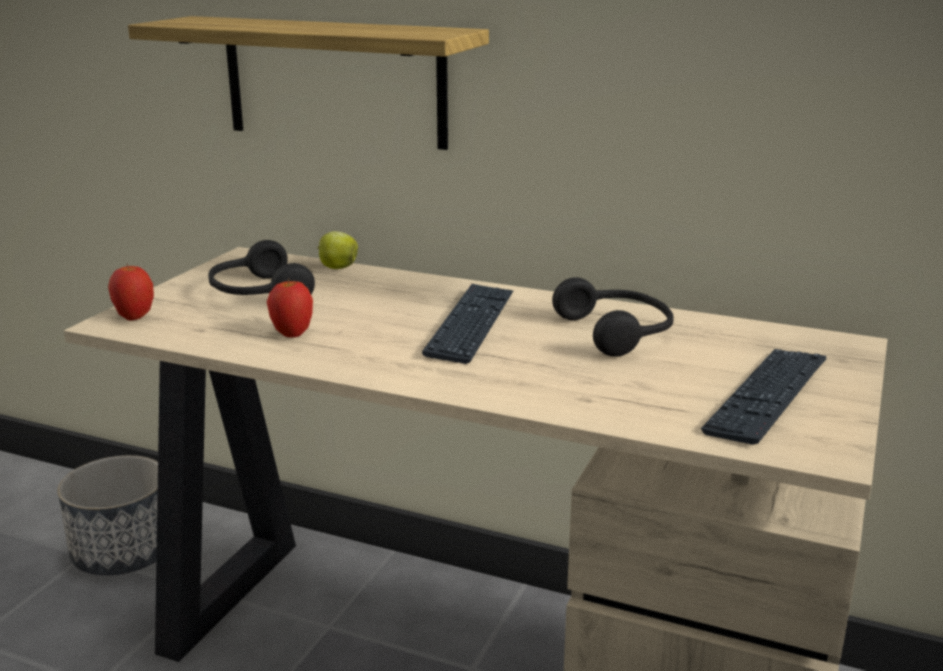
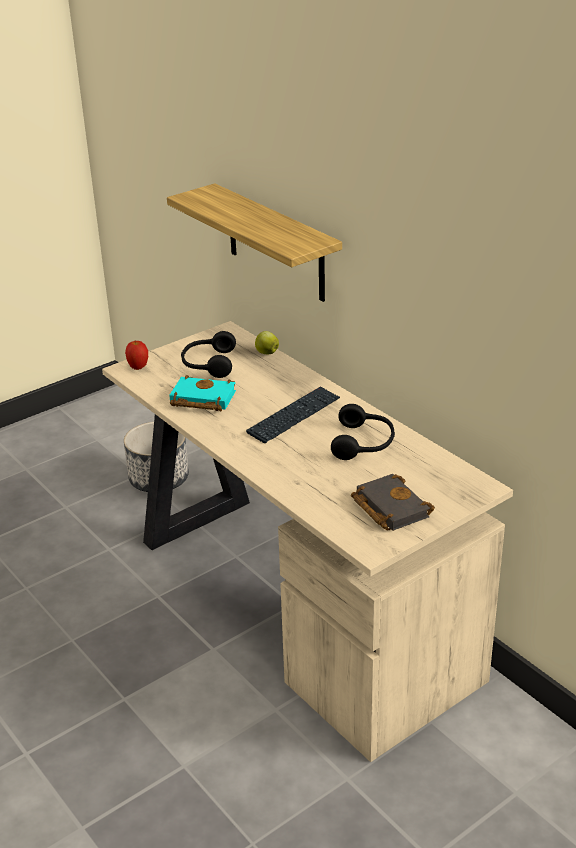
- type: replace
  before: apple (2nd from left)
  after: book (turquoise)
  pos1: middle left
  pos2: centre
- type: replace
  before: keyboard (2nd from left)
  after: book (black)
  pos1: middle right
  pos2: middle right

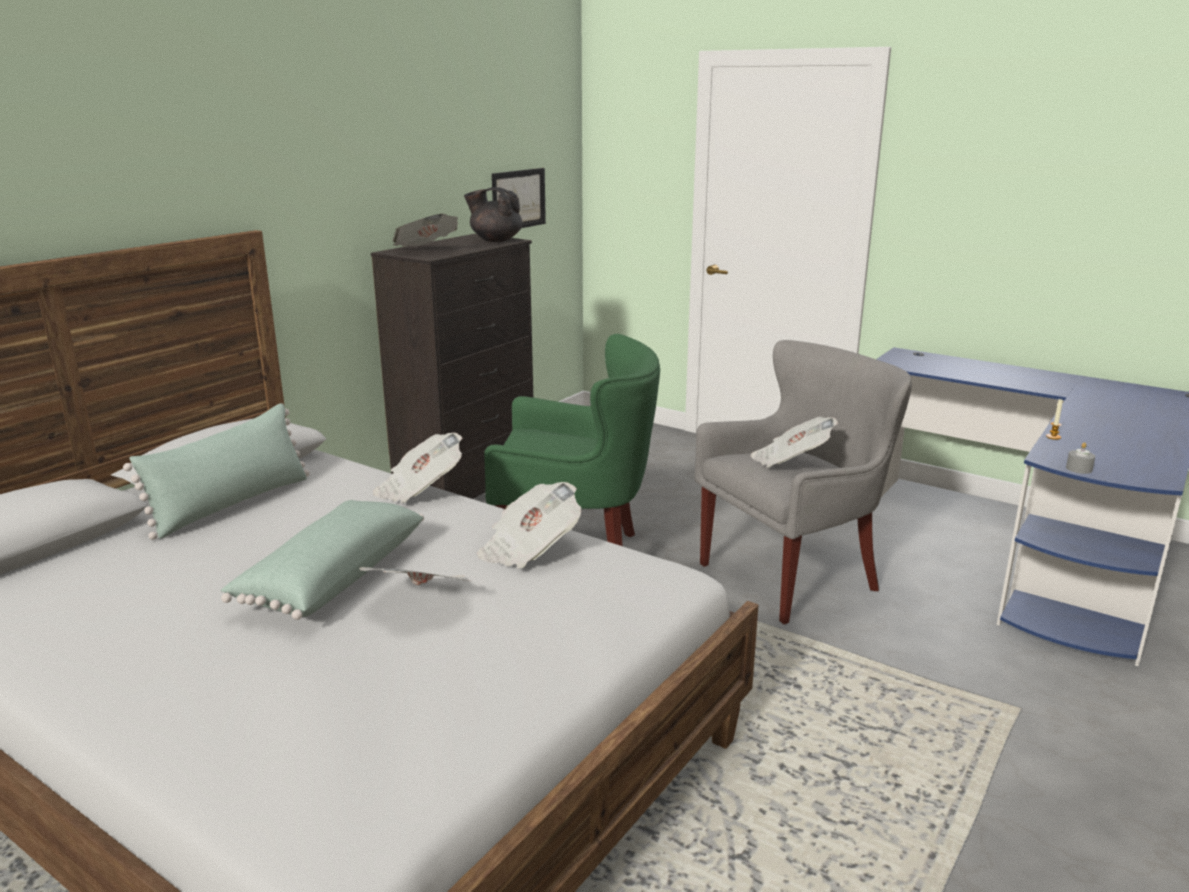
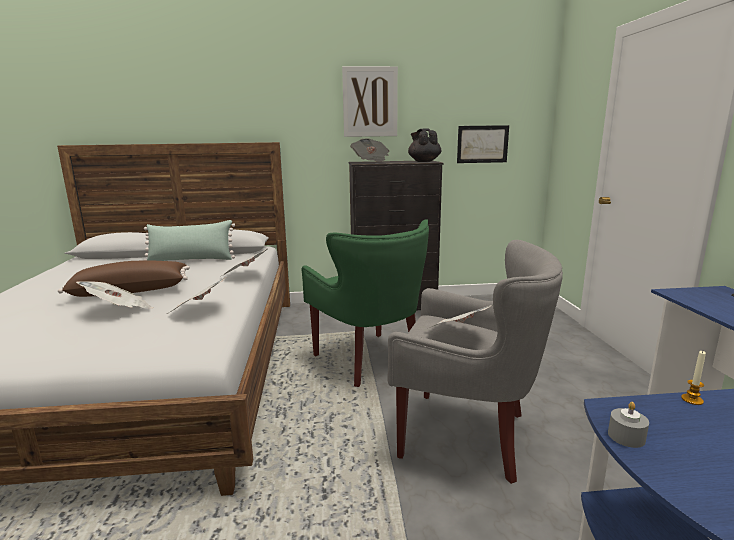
- type: insert
  after: picture (1st from left)
  pos2: top centre
- type: recolor
  before: pillow (green) (2nd from left)
  after: pillow (brown)
  pos1: middle left
  pos2: middle left

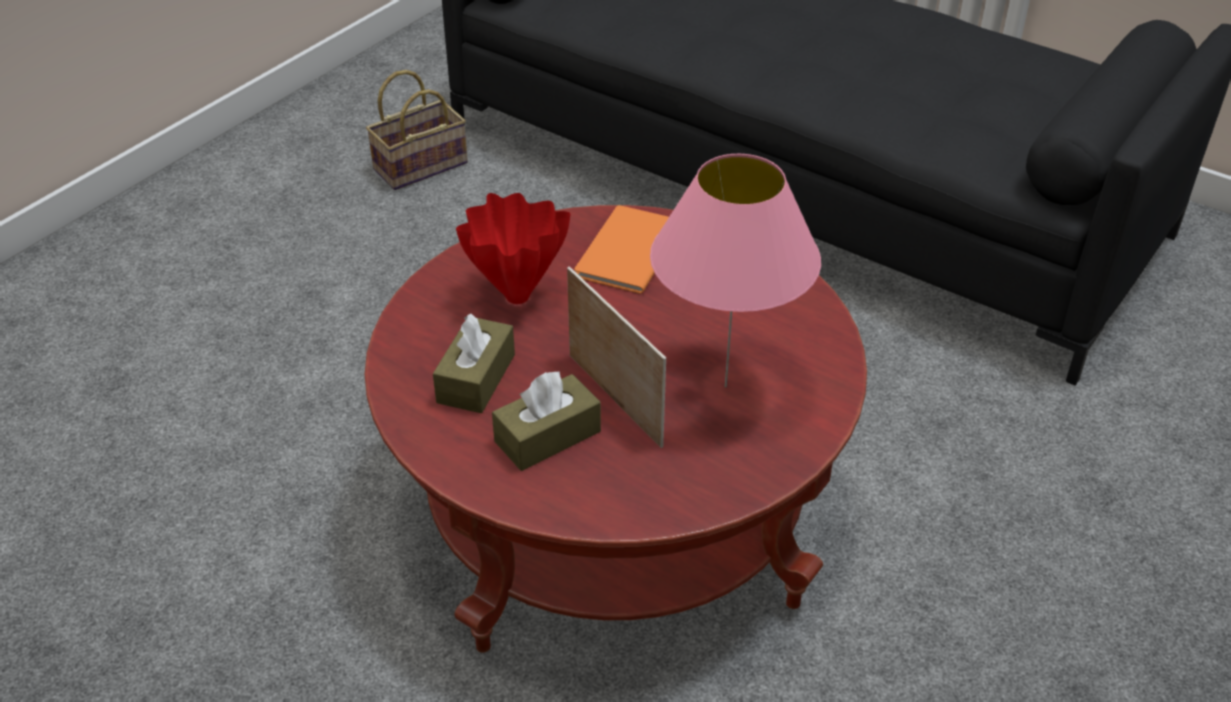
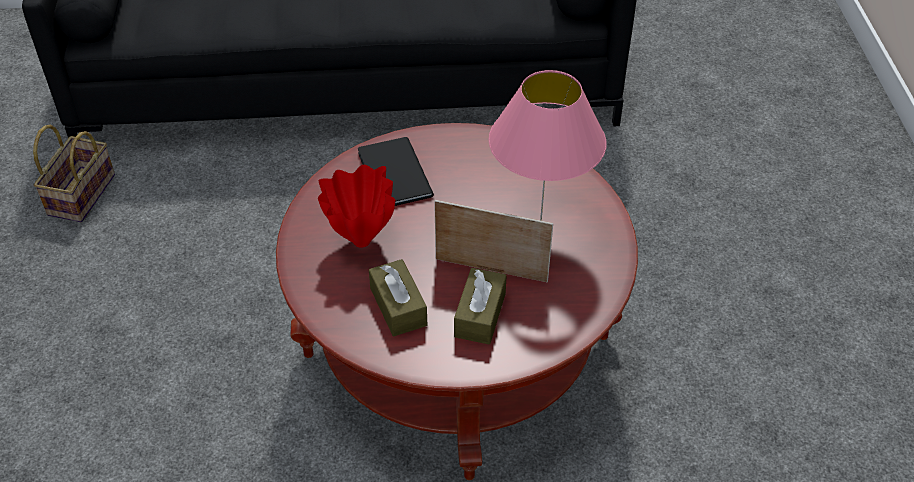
- type: recolor
  before: book (orange)
  after: book (black)
  pos1: centre
  pos2: centre

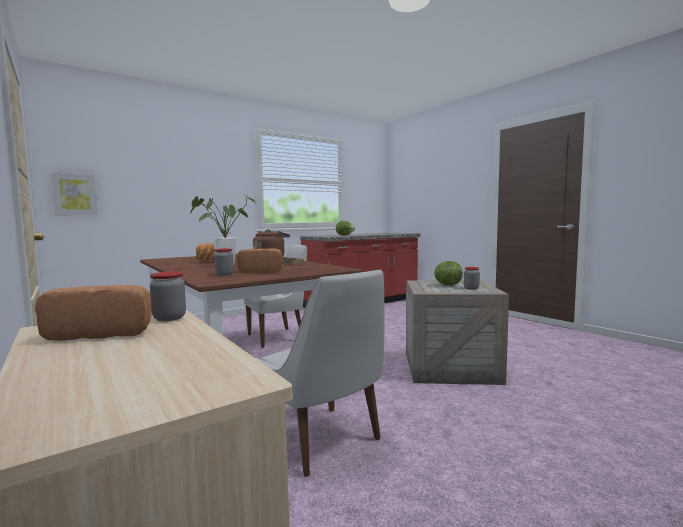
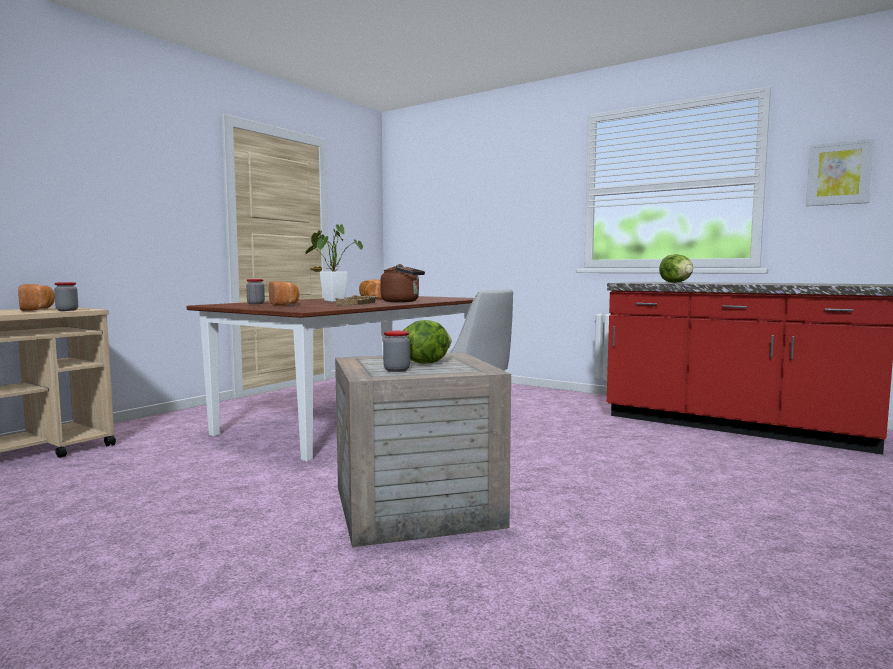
- type: delete
  before: chair (white) (2nd from left)
  pos1: bottom centre
- type: move
  before: picture
  pos1: middle left
  pos2: top right

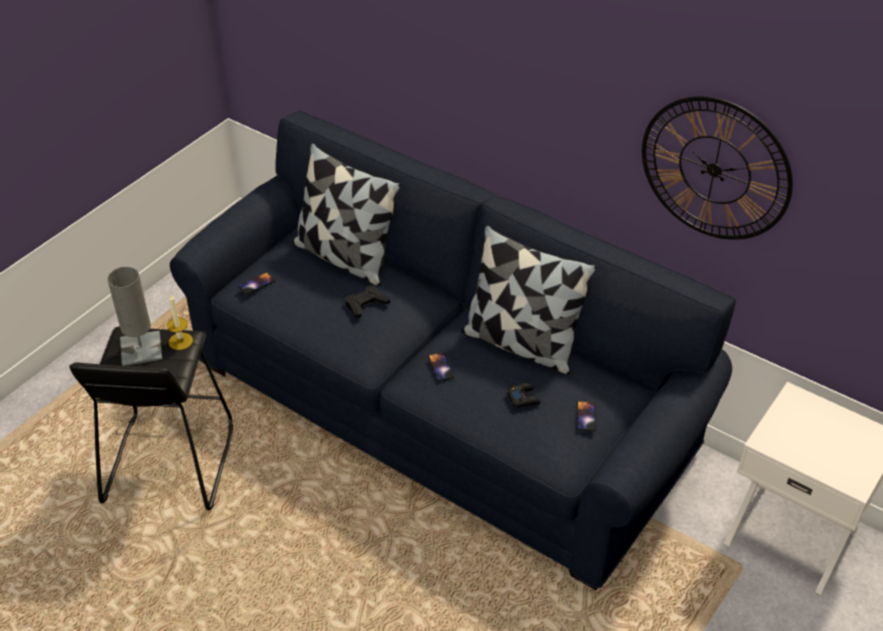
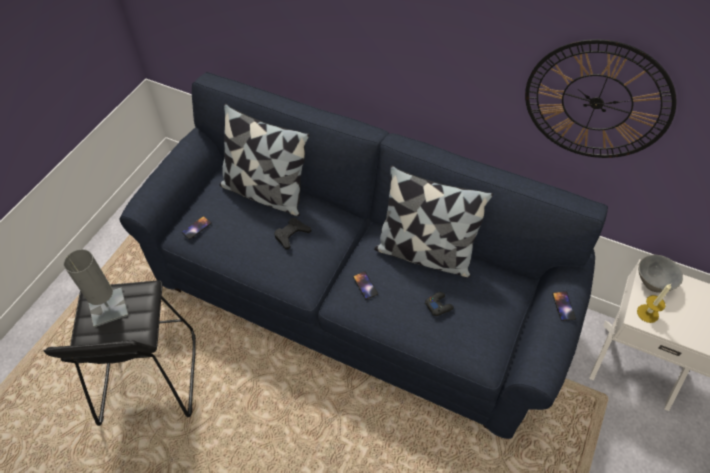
- type: insert
  after: bowl (grey)
  pos2: middle right
- type: move
  before: candle
  pos1: middle left
  pos2: middle right
- type: move
  before: phone (3rd from left)
  pos1: centre
  pos2: middle right

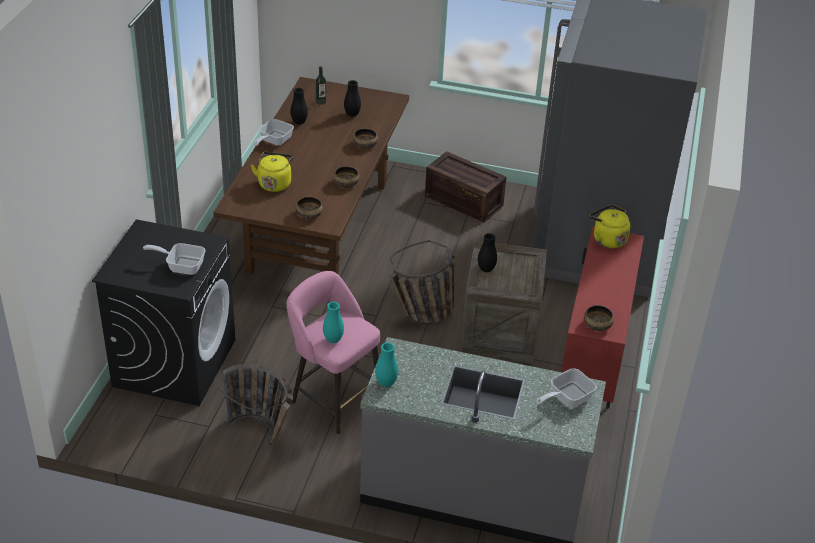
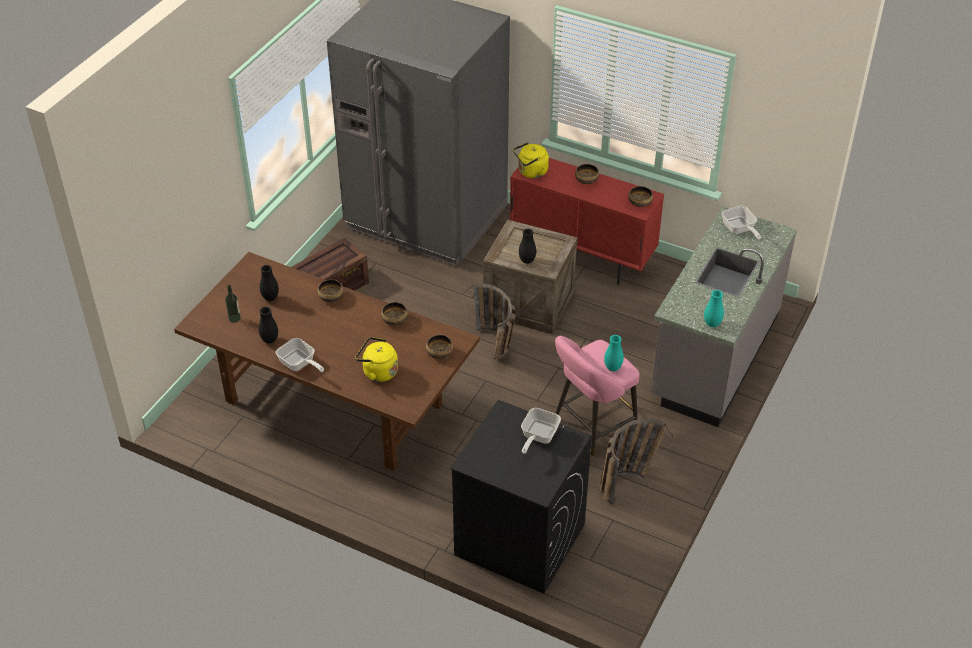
- type: insert
  after: bowl (4th from left)
  pos2: top centre

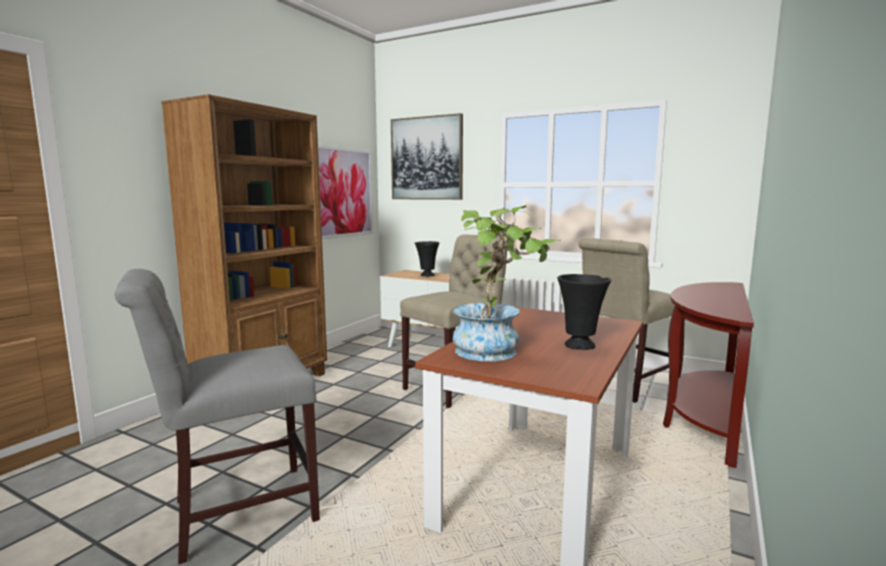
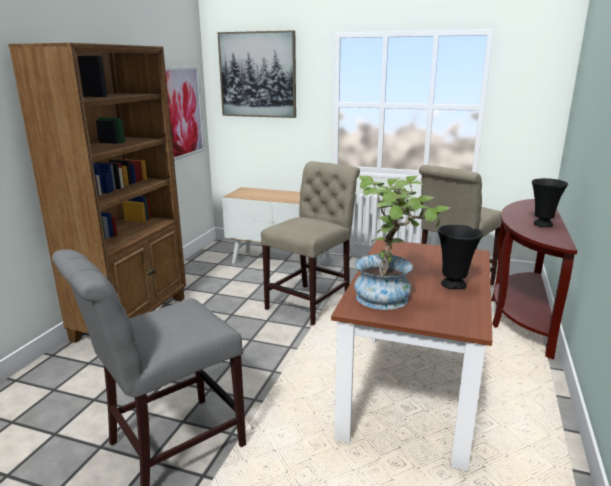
- type: move
  before: vase (black) (1st from left in the first image)
  after: vase (black) (2nd from left)
  pos1: centre
  pos2: middle right

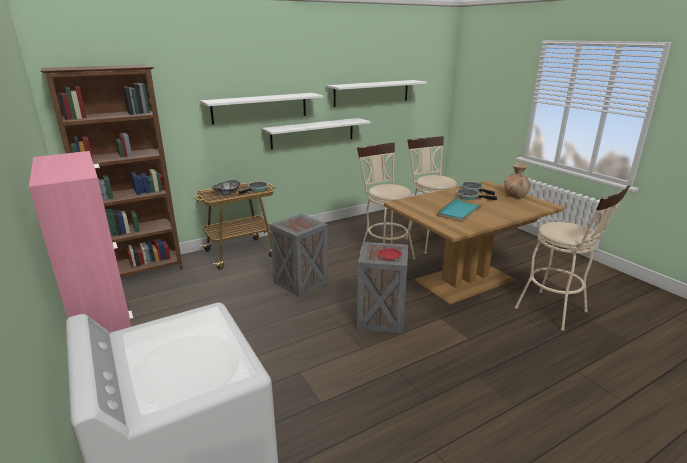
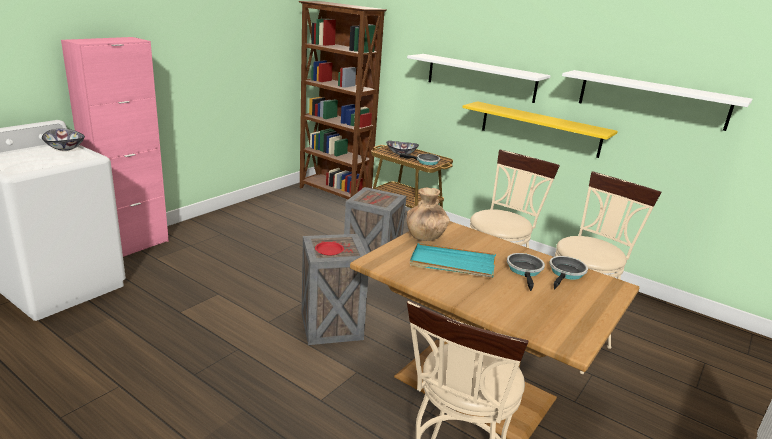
- type: insert
  after: bowl (1st from left)
  pos2: top left
- type: move
  before: vase (brown)
  pos1: middle right
  pos2: centre
- type: recolor
  before: shelf (white) (2nd from left)
  after: shelf (yellow)
  pos1: top centre
  pos2: top right

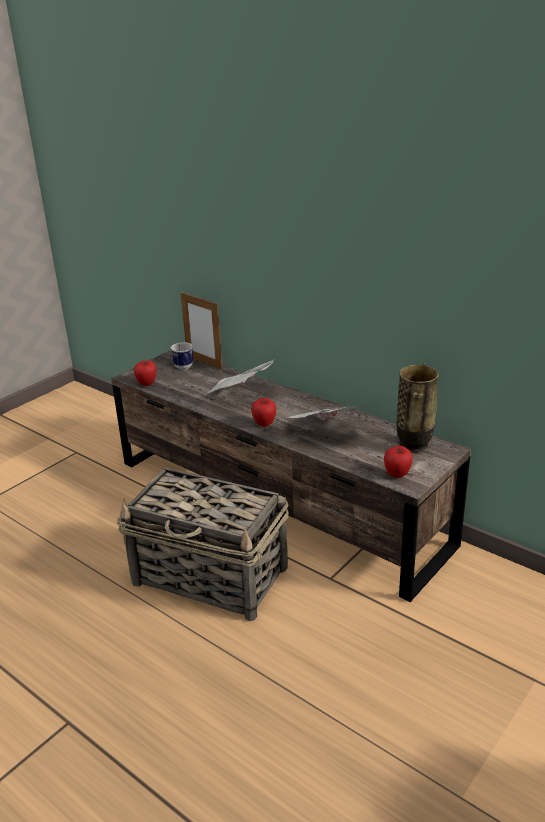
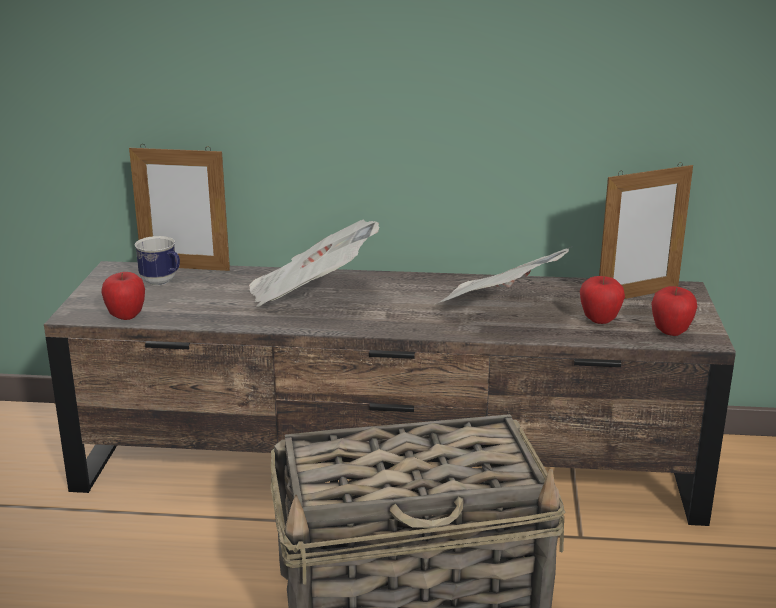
- type: move
  before: apple (2nd from left)
  pos1: centre
  pos2: middle right
- type: replace
  before: vase
  after: picture frame (2nd from left)
  pos1: middle right
  pos2: middle right

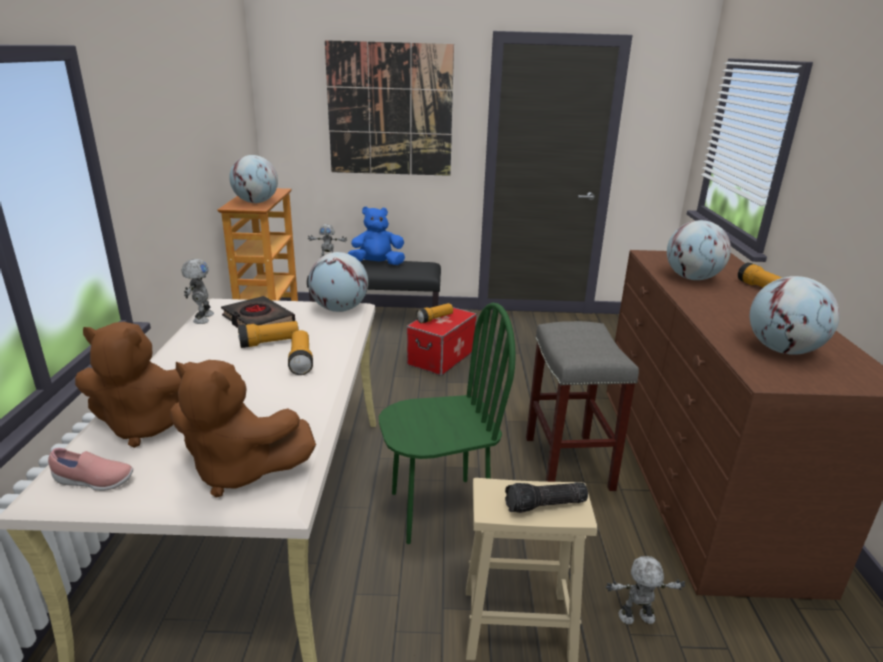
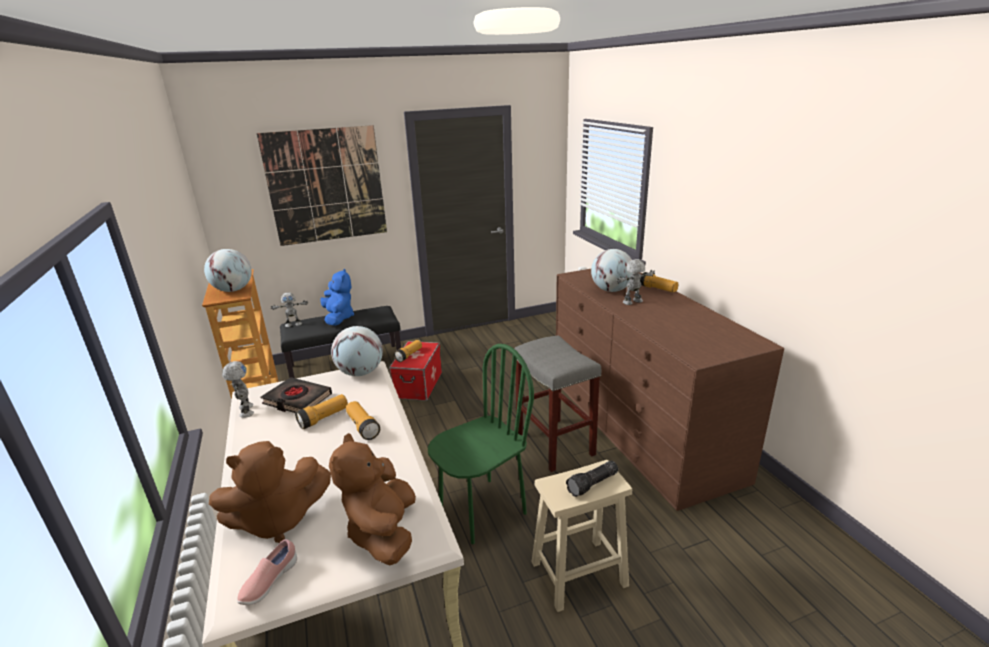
- type: delete
  before: globe (4th from left)
  pos1: middle right
- type: move
  before: toy robot (3rd from left)
  pos1: bottom right
  pos2: centre
- type: rotate
  before: shoe (pink)
  pos1: bottom left
  pos2: bottom left
  turn: 135
- type: rotate
  before: plush toy (brown) (2nd from left)
  pos1: middle left
  pos2: bottom centre
  turn: 90
- type: rotate
  before: plush toy (blue)
  pos1: centre
  pos2: centre
  turn: 105

